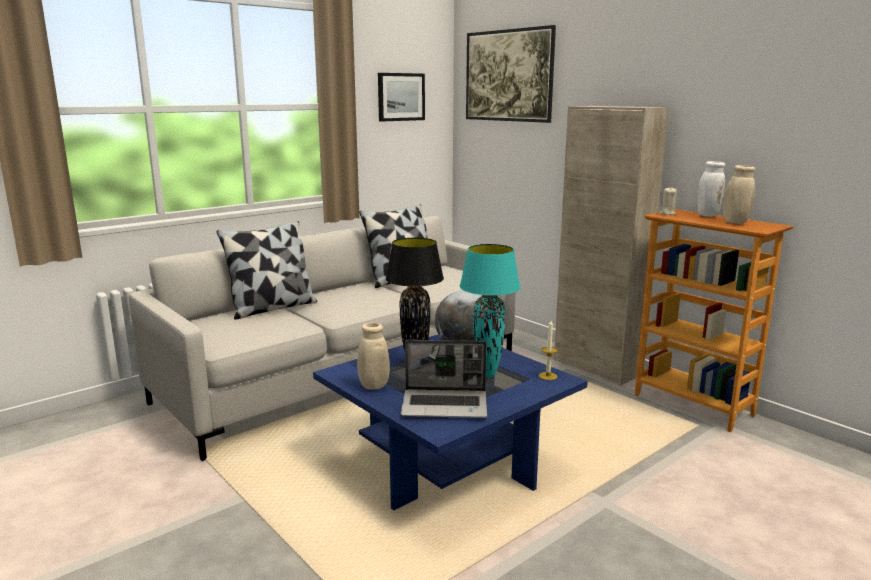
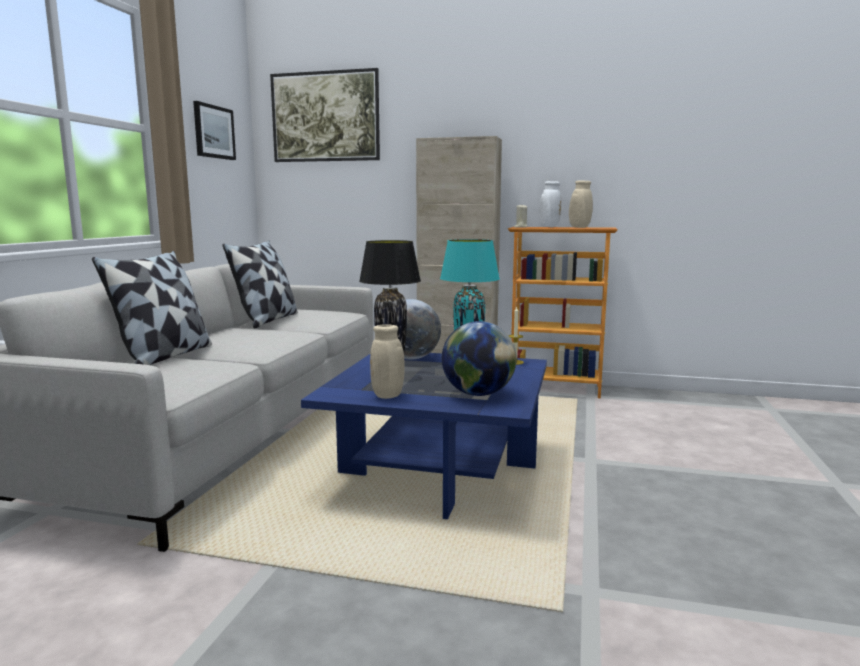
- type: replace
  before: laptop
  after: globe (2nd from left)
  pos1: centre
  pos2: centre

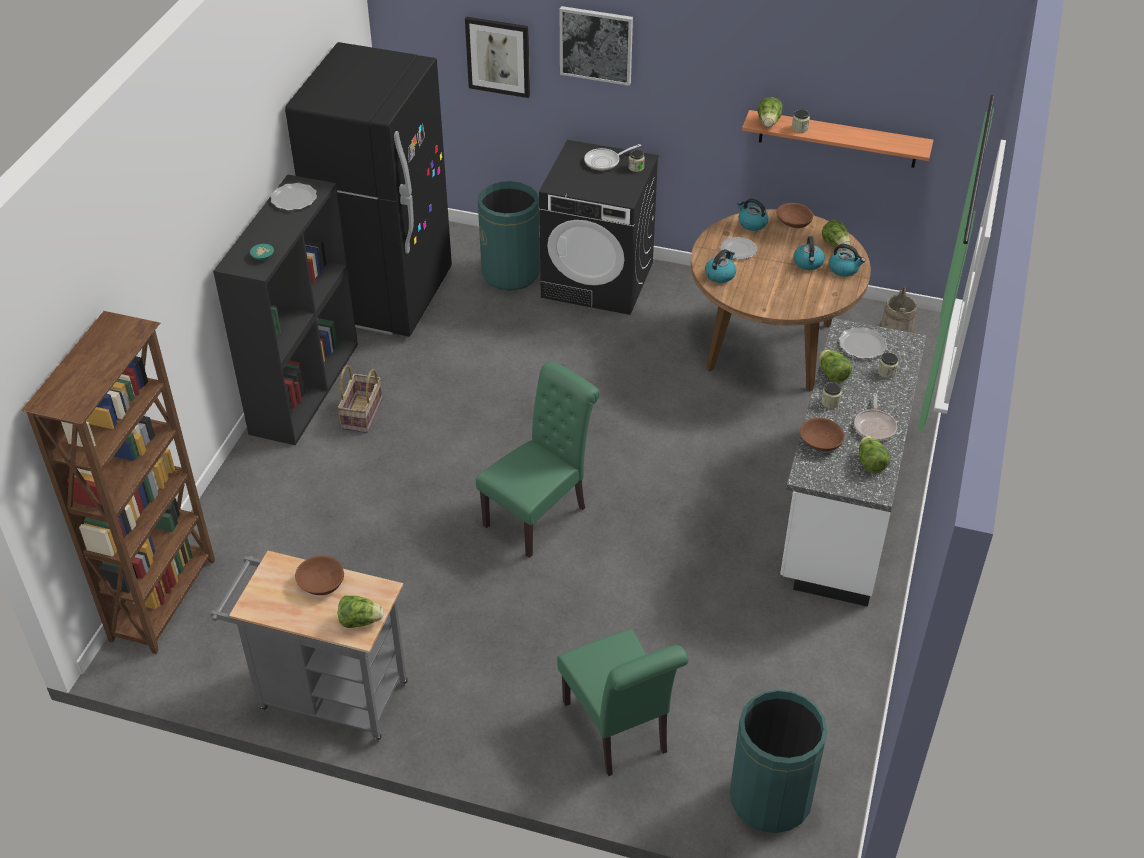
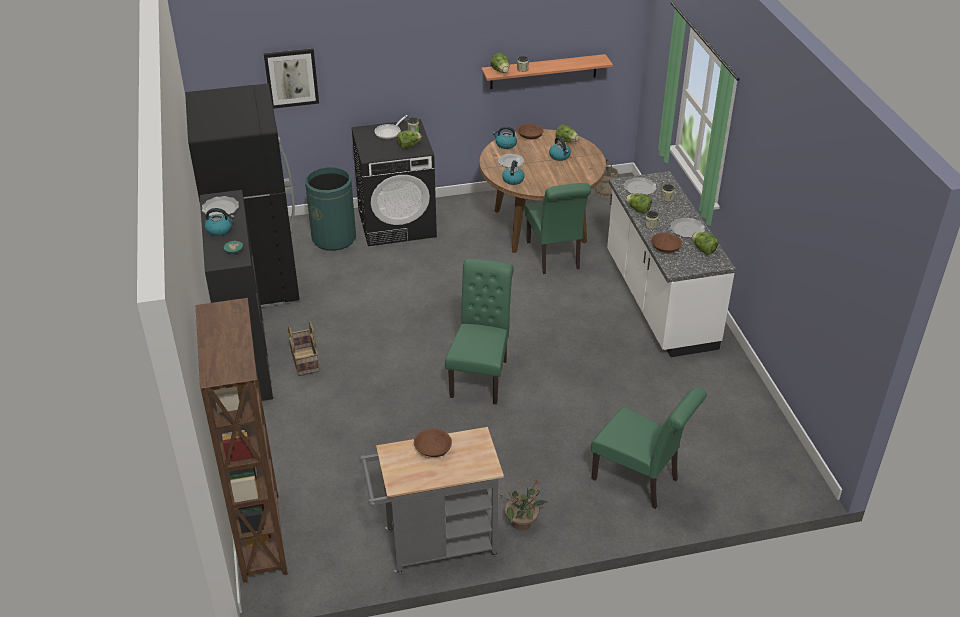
- type: delete
  before: picture (2nd from left)
  pos1: top centre
- type: delete
  before: trash can (green) (2nd from left)
  pos1: bottom right
- type: insert
  after: potted plant
  pos2: bottom centre
- type: insert
  after: chair (green) (2nd from left)
  pos2: centre
- type: move
  before: lettuce (1st from left)
  pos1: bottom left
  pos2: top centre
- type: move
  before: kettle (4th from left in the first image)
  after: kettle (1st from left)
  pos1: top right
  pos2: middle left
- type: replace
  before: frying pan (2nd from left)
  after: plate (4th from left)
  pos1: middle right
  pos2: middle right

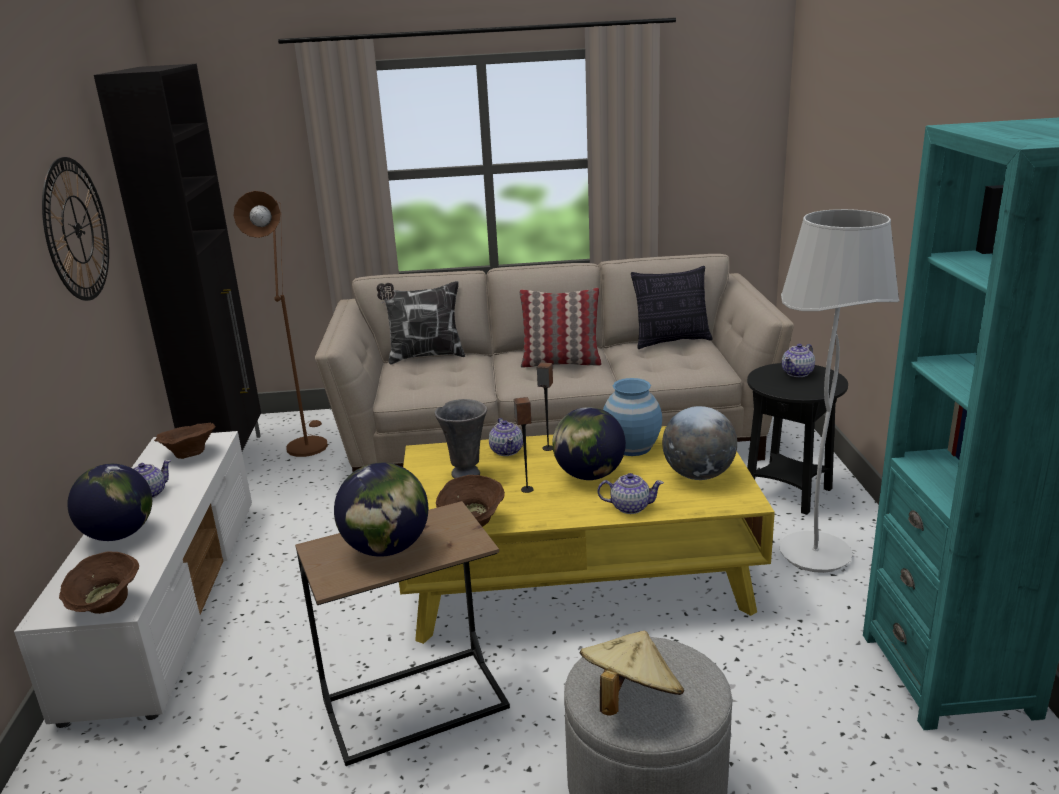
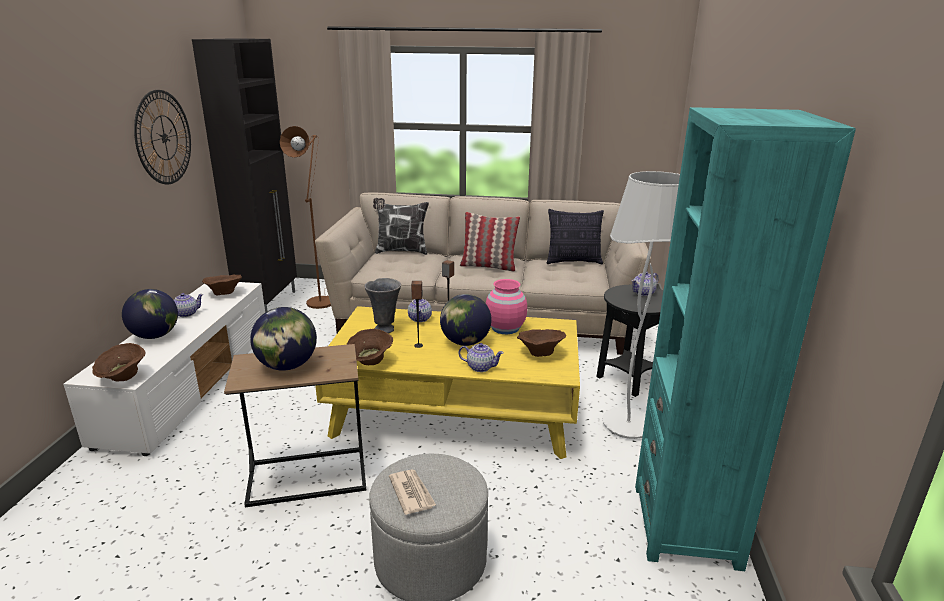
- type: replace
  before: hat (beige)
  after: newspaper
  pos1: bottom centre
  pos2: bottom centre
- type: replace
  before: globe (4th from left)
  after: bowl (brown) (4th from left)
  pos1: centre
  pos2: centre
- type: recolor
  before: vase (blue)
  after: vase (pink)
  pos1: centre
  pos2: centre

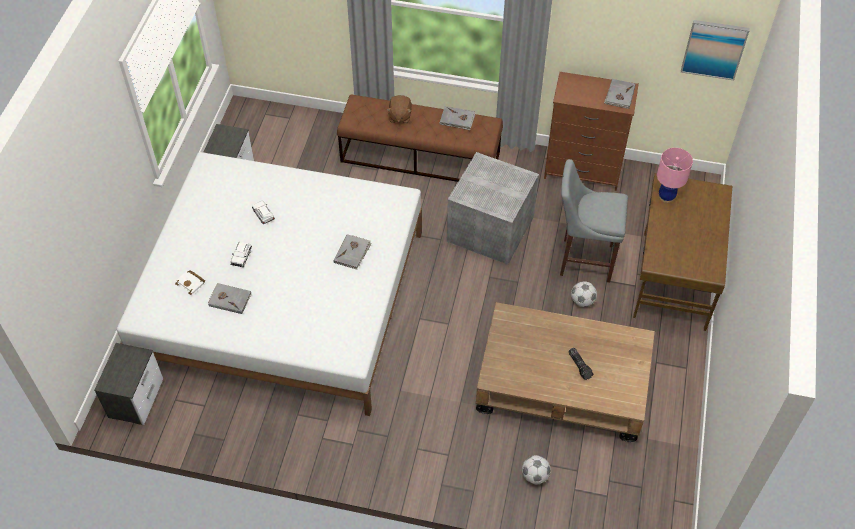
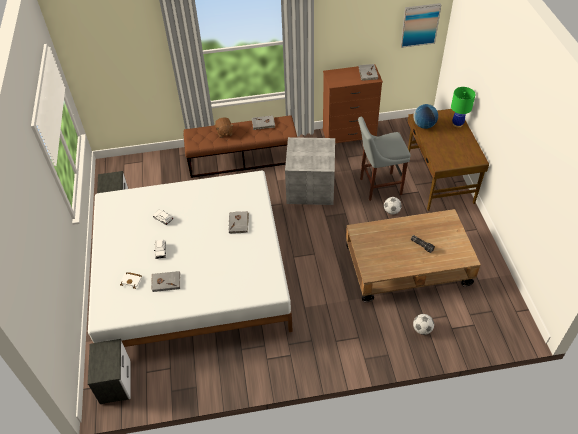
- type: insert
  after: table lamp (green)
  pos2: top right
- type: replace
  before: table lamp (pink)
  after: globe
  pos1: top right
  pos2: top right

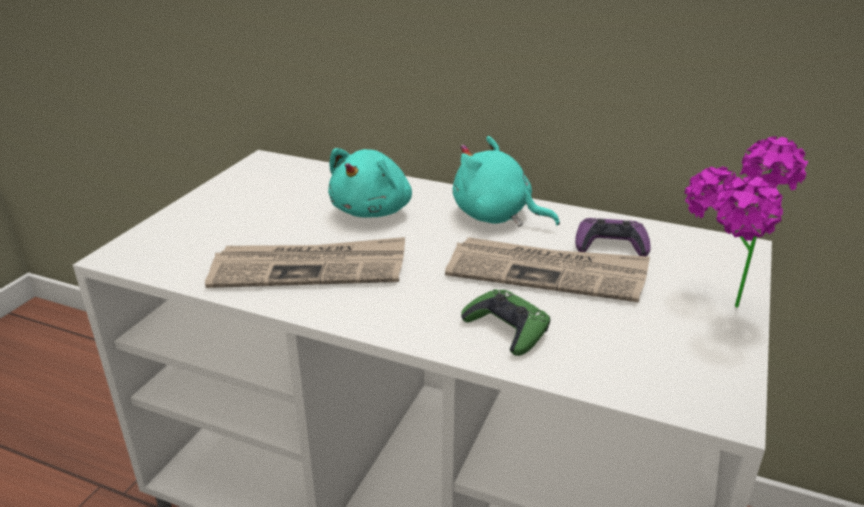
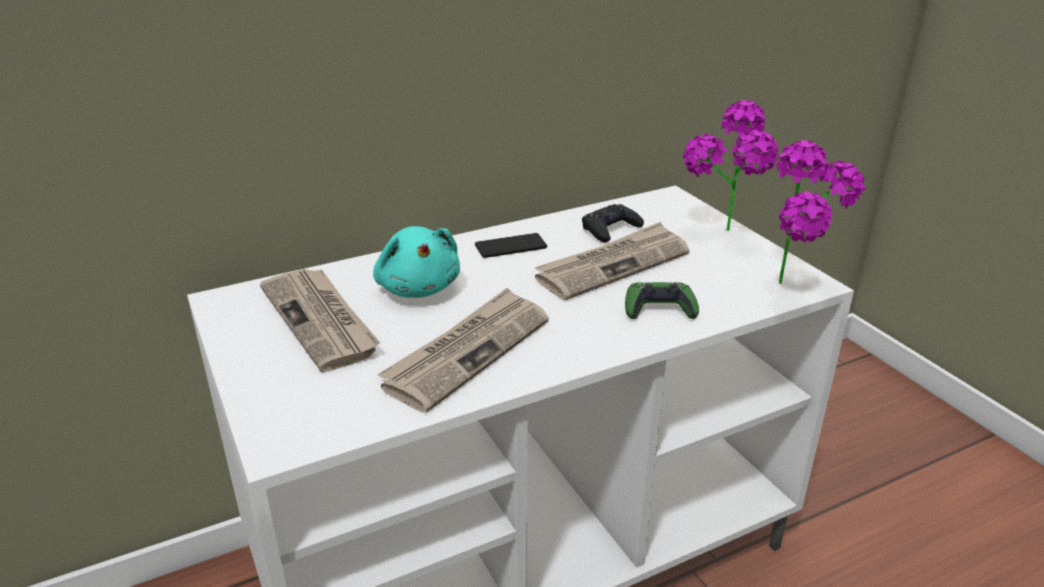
- type: insert
  after: newspaper (1st from left)
  pos2: middle left
- type: insert
  after: potted plant (2nd from left)
  pos2: middle right
- type: replace
  before: plush toy (turquoise) (2nd from left)
  after: phone
  pos1: centre
  pos2: centre
- type: recolor
  before: game controller (purple)
  after: game controller (black)
  pos1: middle right
  pos2: centre

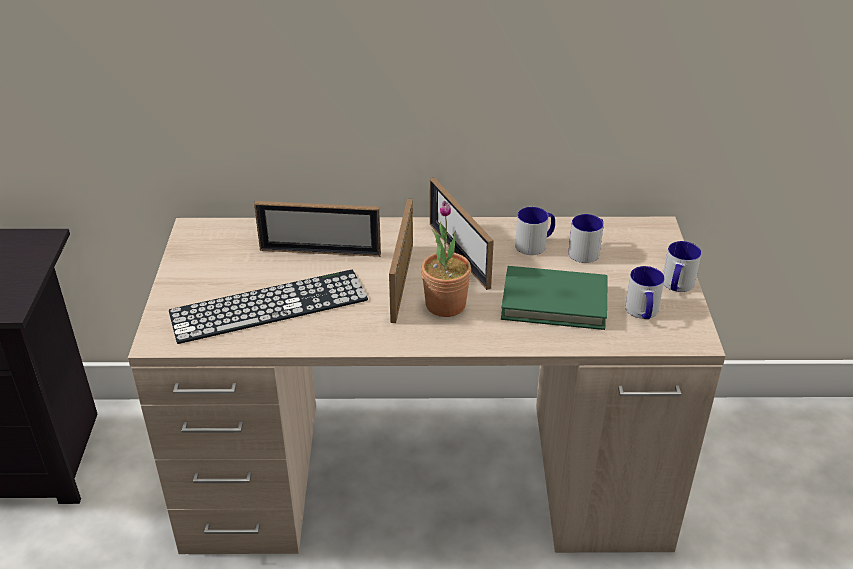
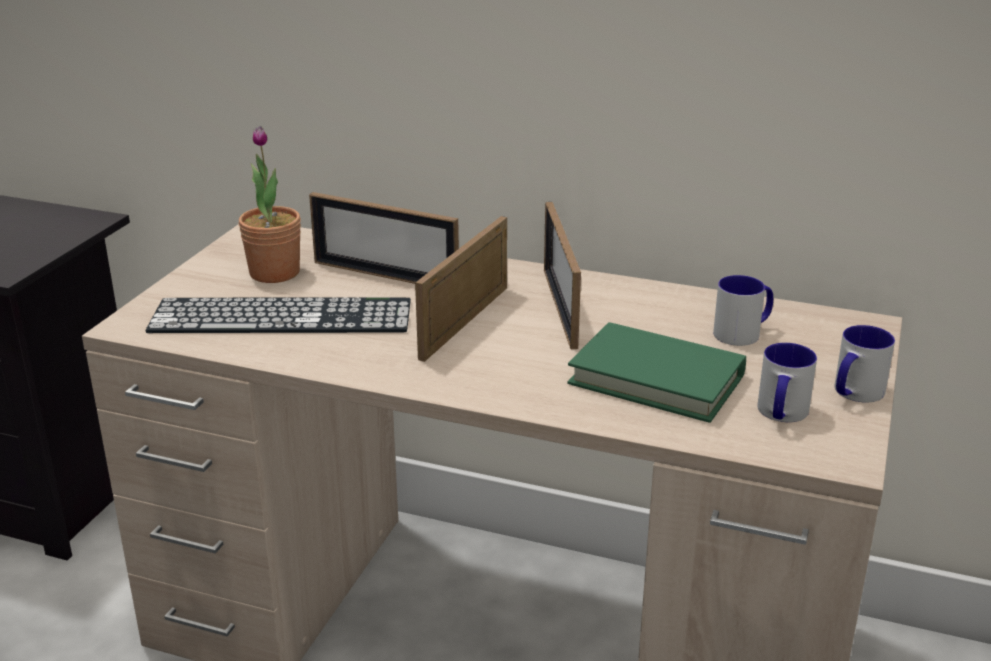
- type: delete
  before: mug (1st from left)
  pos1: centre
- type: move
  before: potted plant
  pos1: centre
  pos2: top left

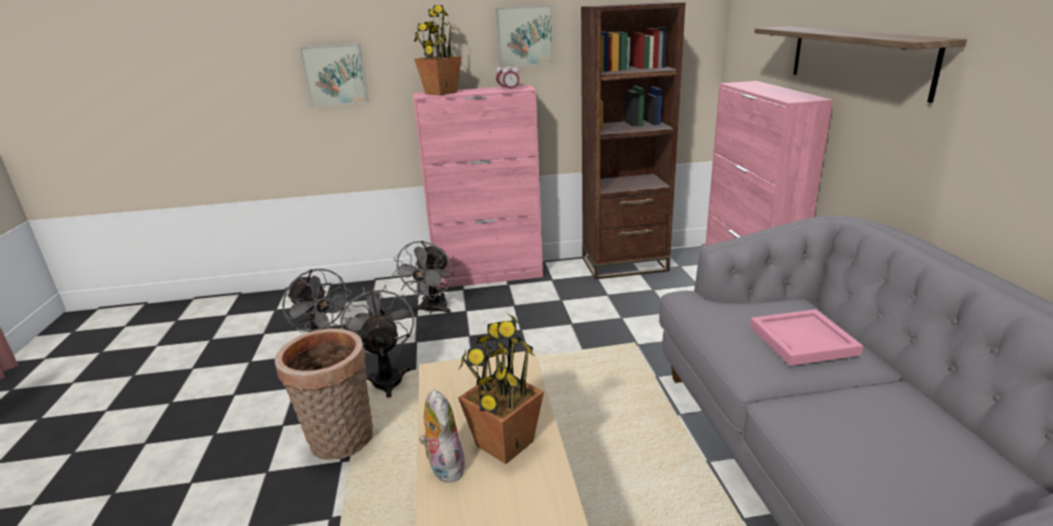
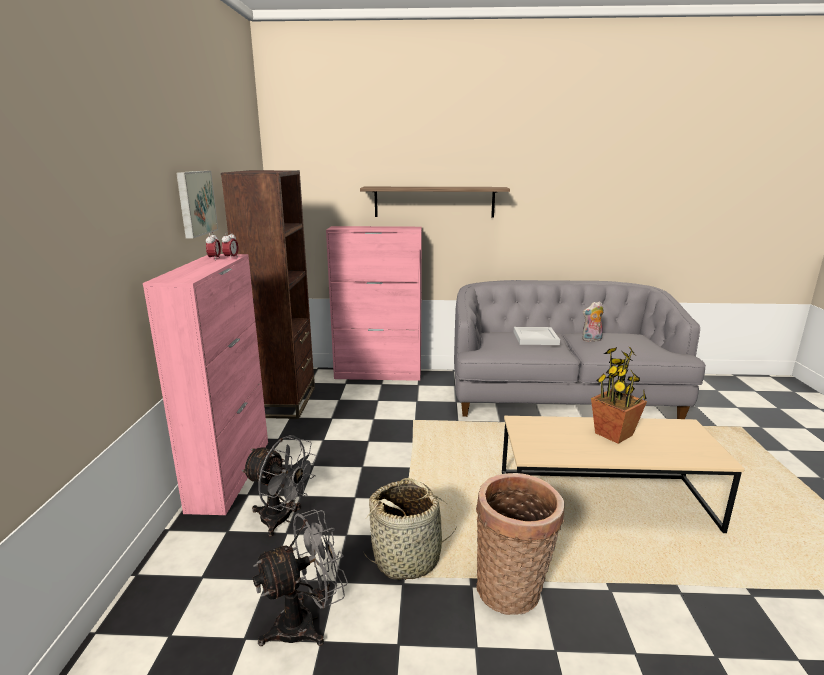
- type: delete
  before: picture (1st from left)
  pos1: top left
- type: delete
  before: potted plant (1st from left)
  pos1: top centre
- type: move
  before: plush toy
  pos1: bottom centre
  pos2: middle right
- type: replace
  before: fan (grey) (2nd from left)
  after: basket (1st from left)
  pos1: centre
  pos2: bottom centre
- type: recolor
  before: tray (pink)
  after: tray (white)
  pos1: middle right
  pos2: centre

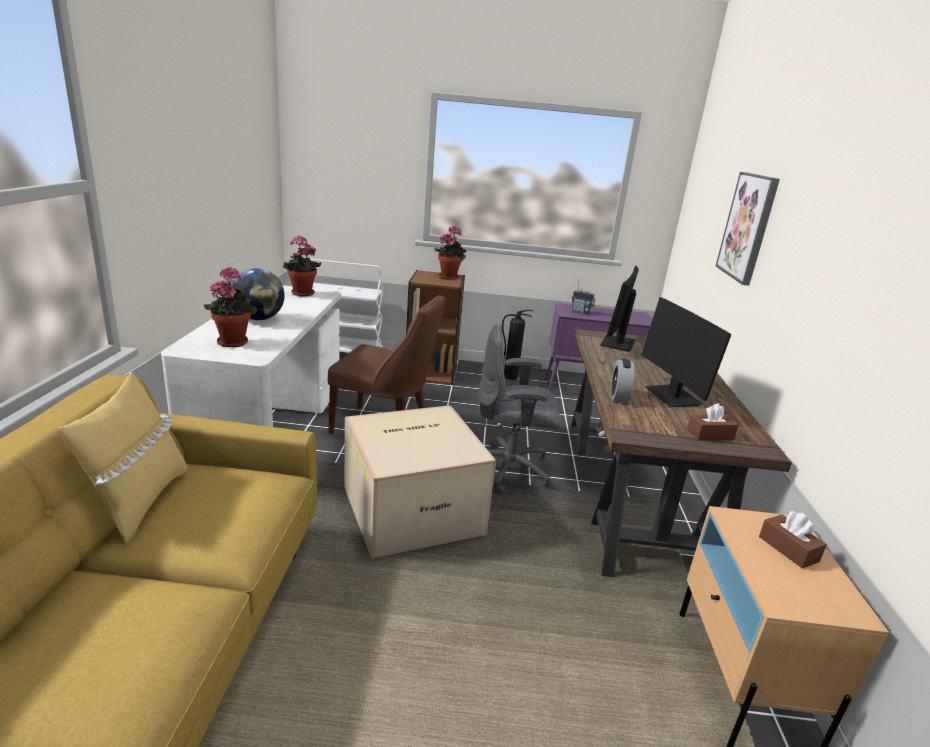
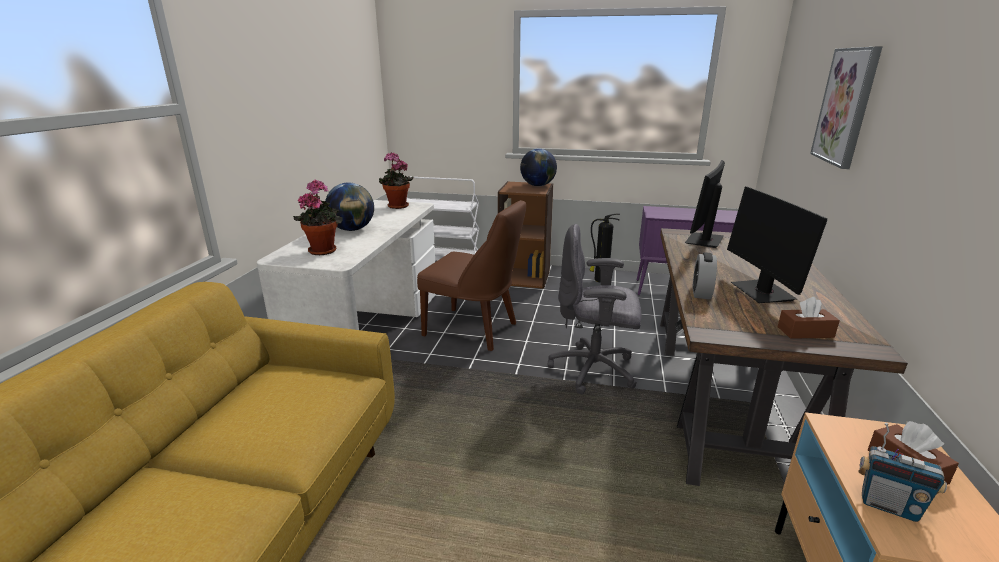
- type: delete
  before: pillow (yellow)
  pos1: middle left
- type: delete
  before: cardboard box
  pos1: centre
- type: move
  before: radio
  pos1: centre
  pos2: bottom right
- type: replace
  before: potted plant (3rd from left)
  after: globe (2nd from left)
  pos1: centre
  pos2: top centre

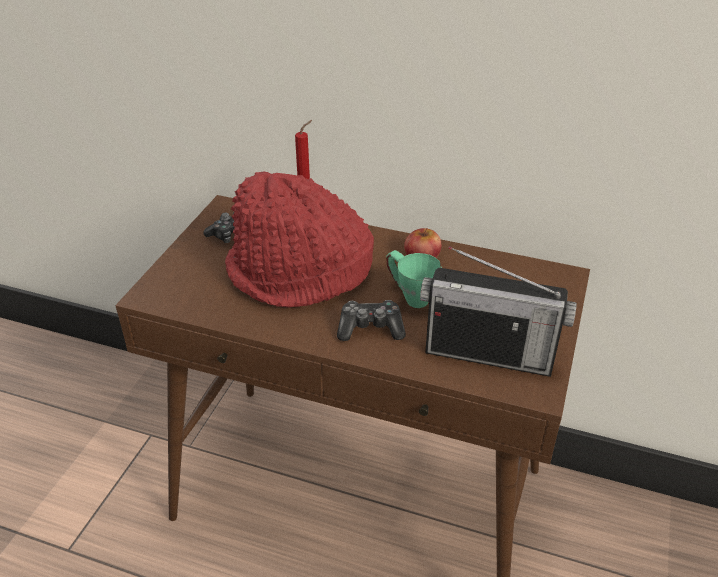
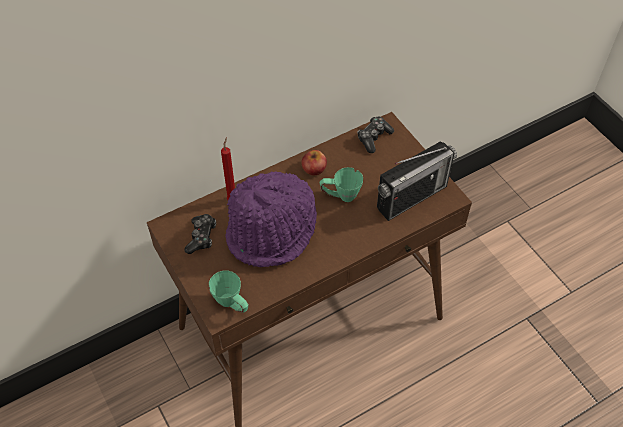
- type: insert
  after: mug (green) (1st from left)
  pos2: bottom centre
- type: move
  before: game controller (2nd from left)
  pos1: centre
  pos2: top centre
- type: recolor
  before: hat (red)
  after: hat (purple)
  pos1: centre
  pos2: centre

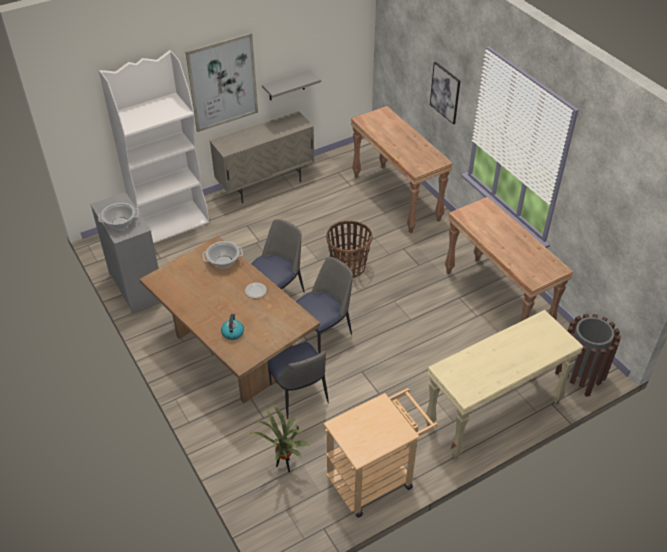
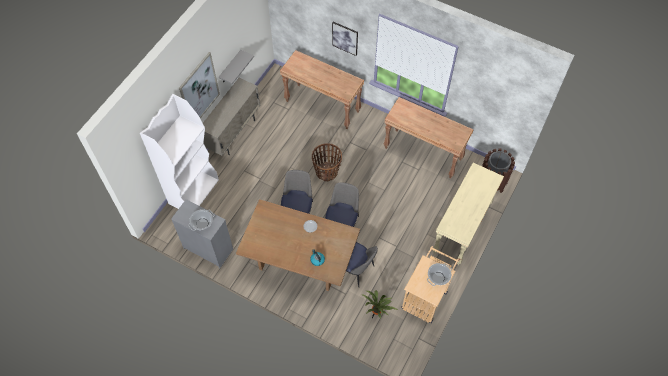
- type: move
  before: cooking pot (2nd from left)
  pos1: centre
  pos2: bottom centre

